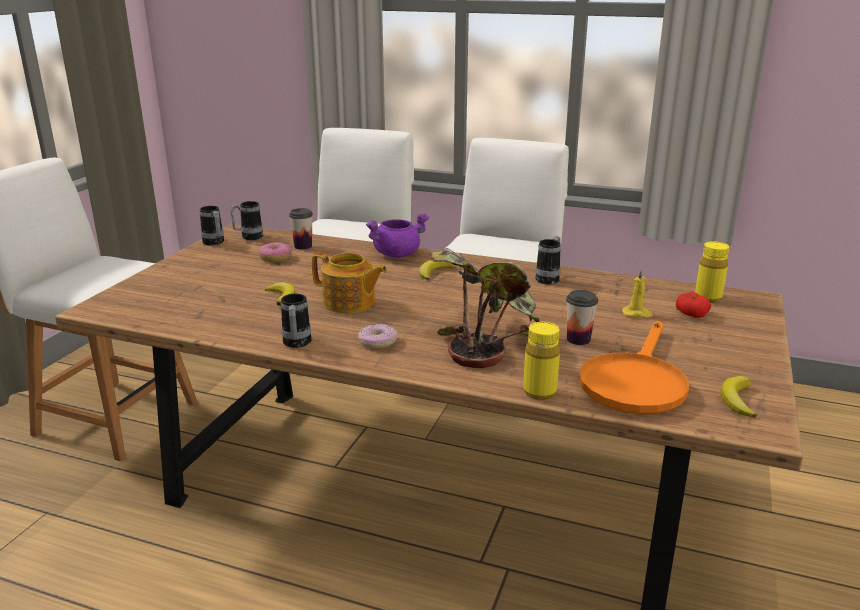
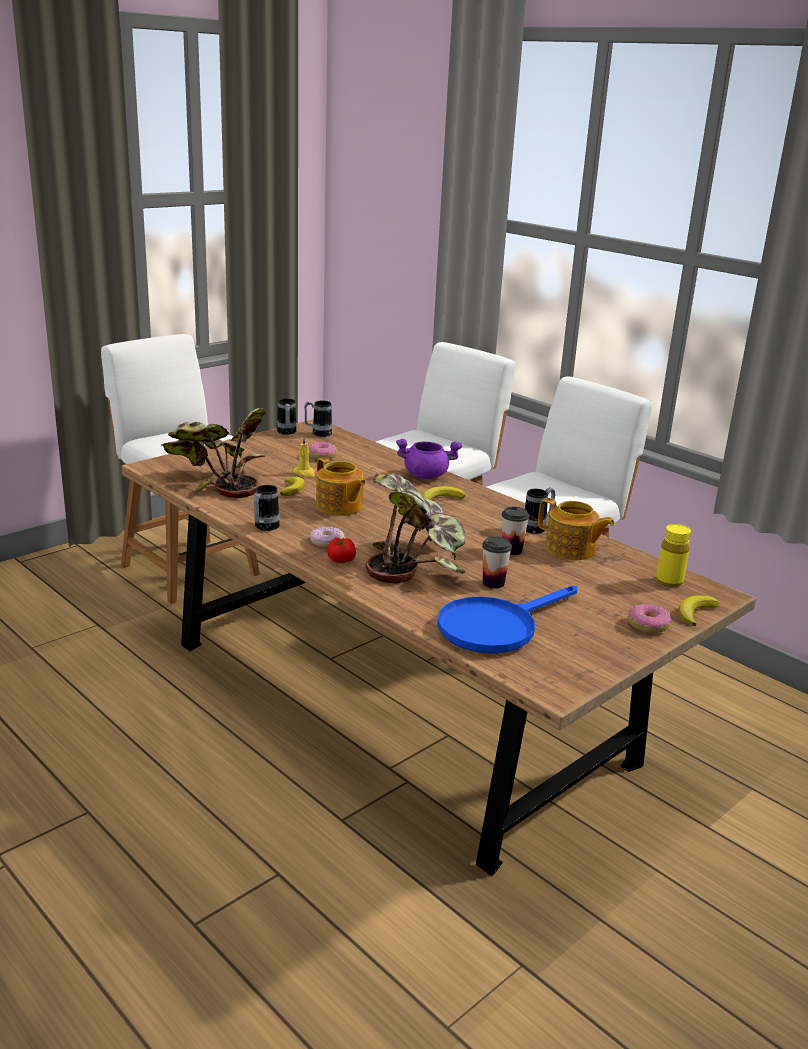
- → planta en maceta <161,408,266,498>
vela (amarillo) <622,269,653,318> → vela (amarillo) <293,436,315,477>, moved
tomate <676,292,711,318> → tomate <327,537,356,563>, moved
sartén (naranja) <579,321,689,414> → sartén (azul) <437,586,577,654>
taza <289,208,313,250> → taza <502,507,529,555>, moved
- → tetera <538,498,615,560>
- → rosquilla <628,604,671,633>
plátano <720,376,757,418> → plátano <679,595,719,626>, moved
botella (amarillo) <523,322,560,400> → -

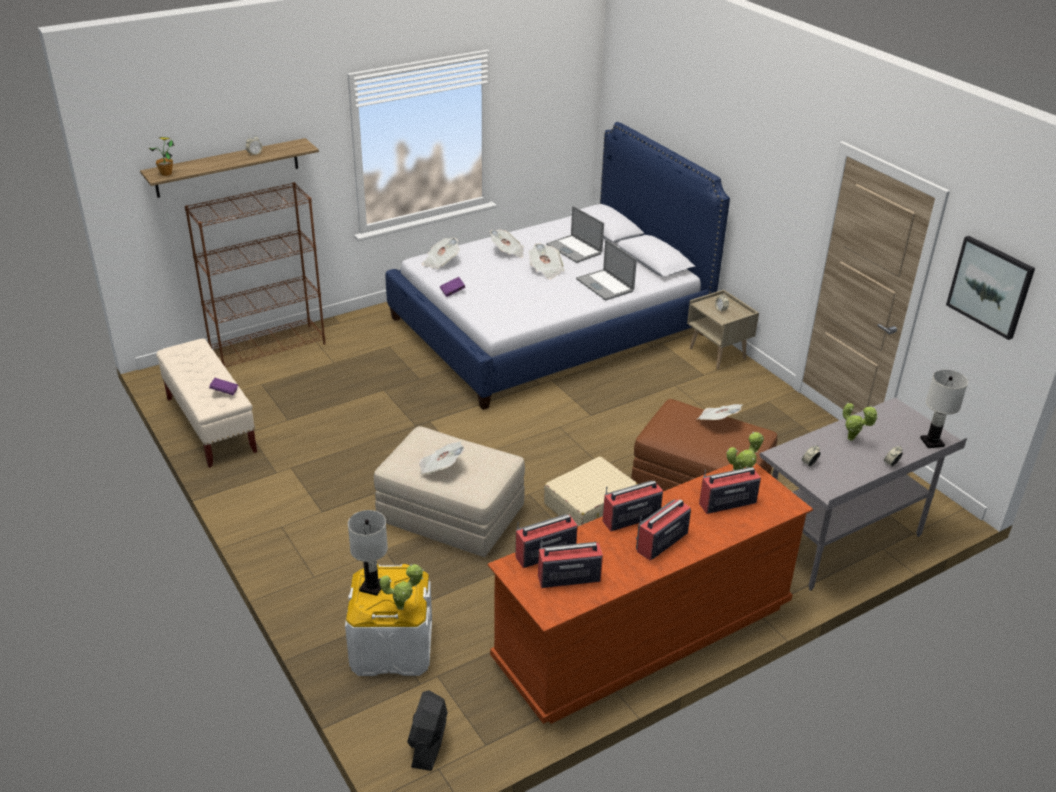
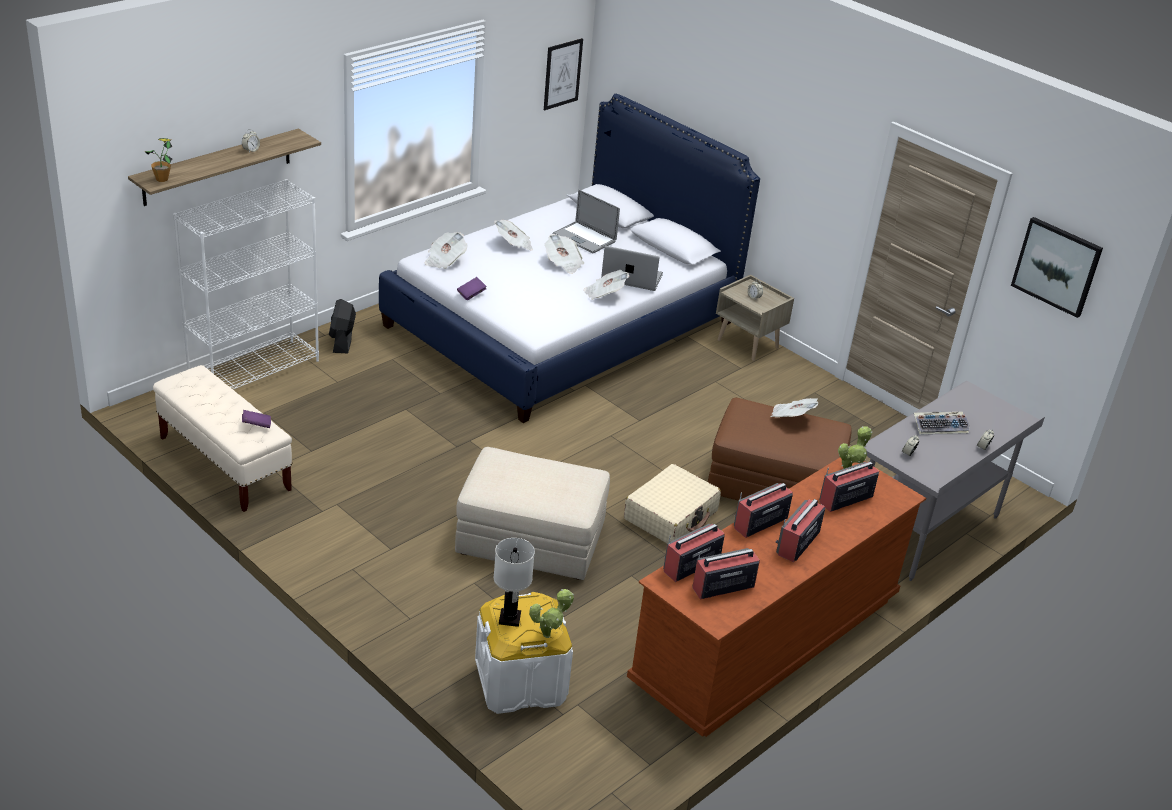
estantería (marrón) <185,182,326,367> → estantería (blanco) <173,179,319,389>
ventilador (negro) <407,690,448,771> → ventilador (negro) <329,299,356,353>, moved
- → cuadro <544,38,583,110>
periódico <419,441,464,475> → periódico <583,270,629,300>, moved
portátil <576,239,637,300> → portátil <601,246,663,291>, 150 degrees clockwise
planta en maceta <843,402,878,441> → teclado <914,411,970,434>
lámpara de mesa (blanco) <920,369,968,448> → -

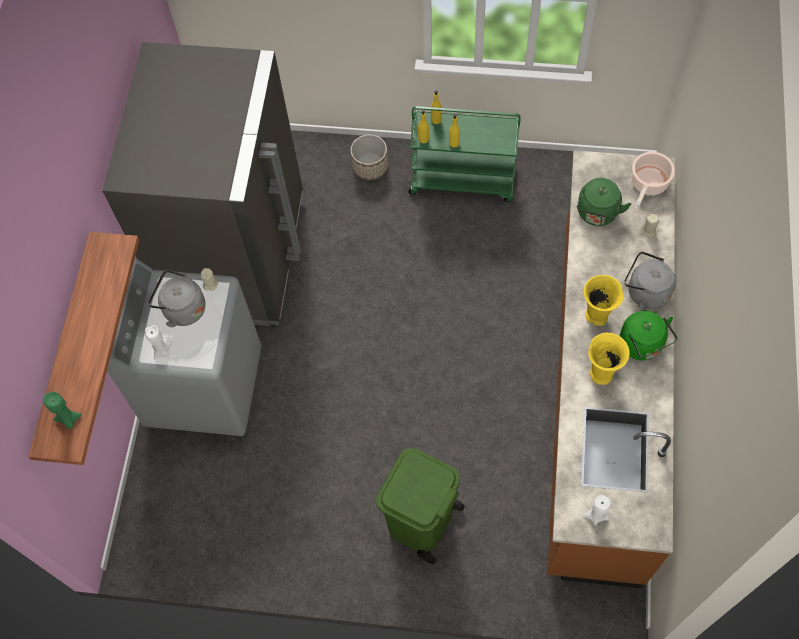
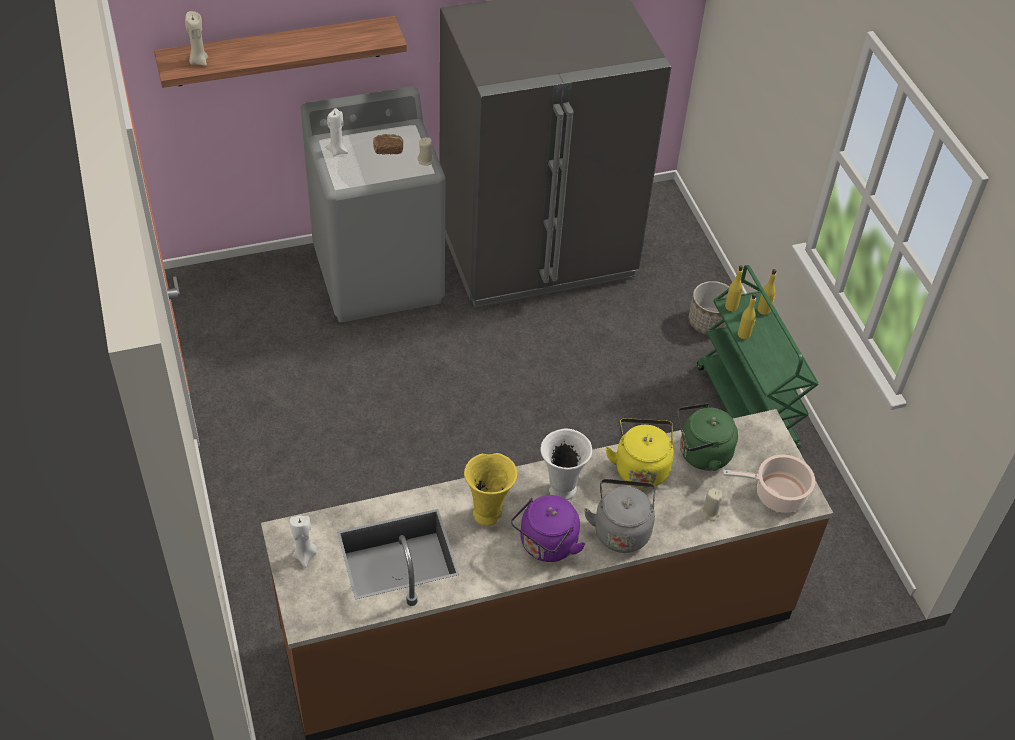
vela (verde) <43,392,82,428> → vela (beis) <185,11,208,66>
hervidor (gris) <148,270,206,327> → pan <373,134,403,154>
hervidor (verde) <620,311,677,360> → hervidor (morado) <511,495,586,562>
florero (amarillo) <584,275,624,326> → florero (blanco) <541,429,592,500>
- → hervidor (amarillo) <605,418,674,489>
papelera (verde) <376,448,465,564> → -

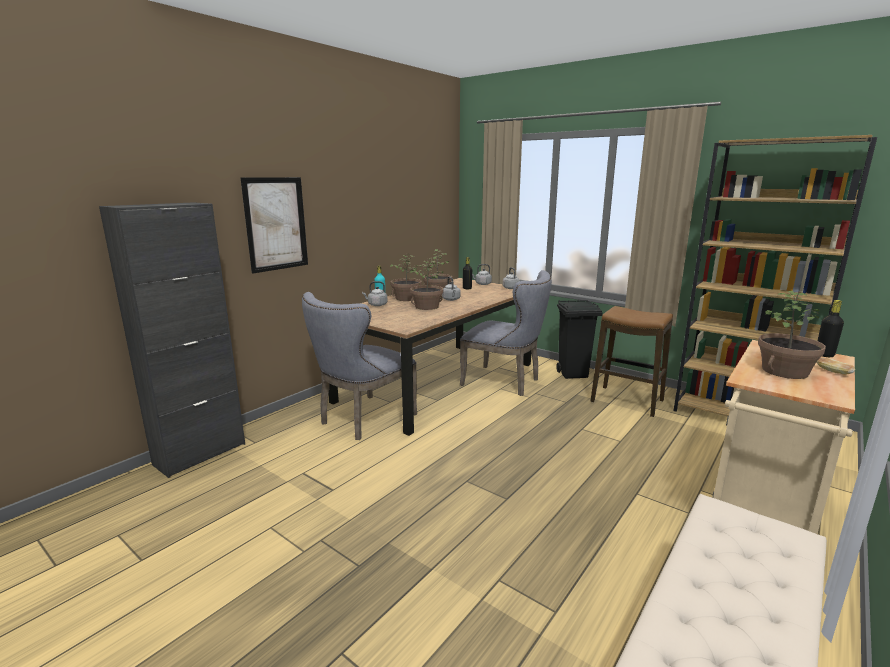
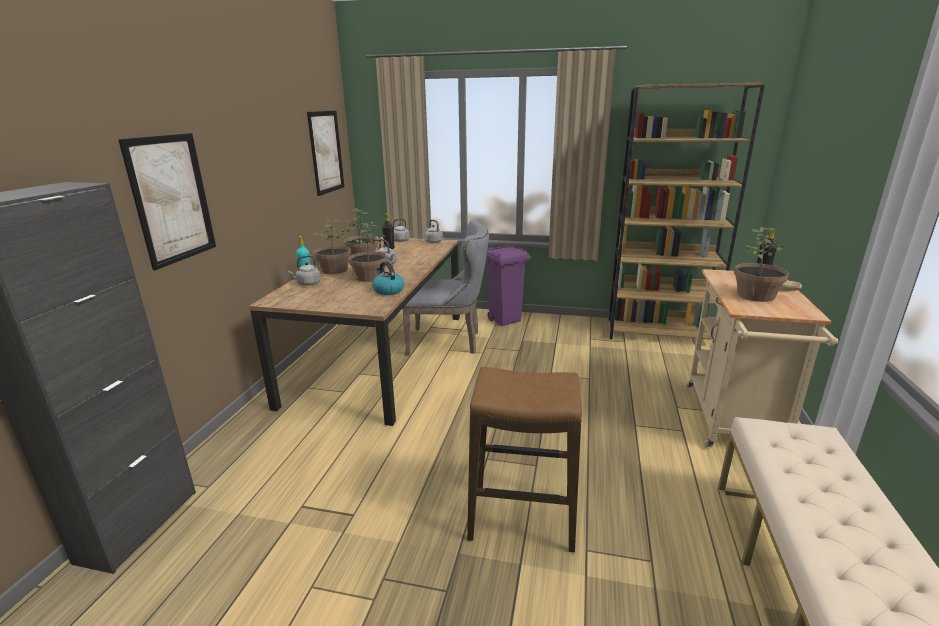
- → cuadro <307,111,344,196>
- → hervidor <372,261,404,295>
taburete <591,306,673,417> → taburete <467,367,582,552>, moved
papelera (negro) <556,300,603,379> → papelera (morado) <486,245,531,326>
silla (gris) <302,292,417,440> → -

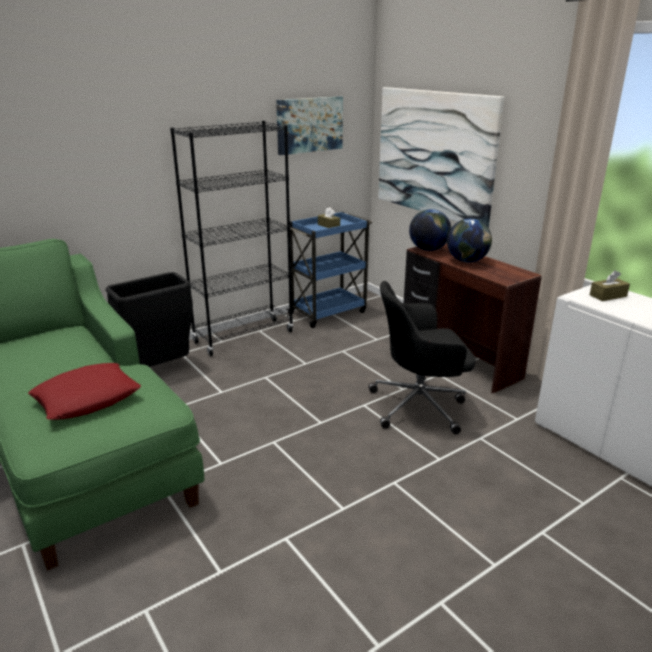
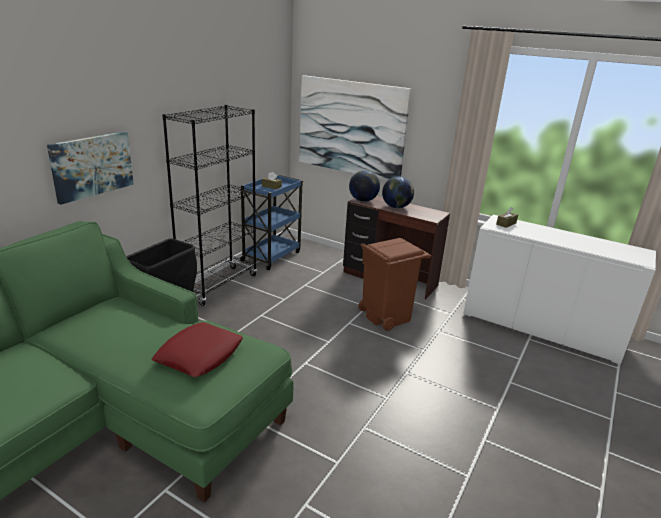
cuadro <276,96,343,155> → cuadro <47,131,134,205>, moved
silla de oficina (negro) <368,281,476,434> → papelera (marrón) <358,238,431,331>

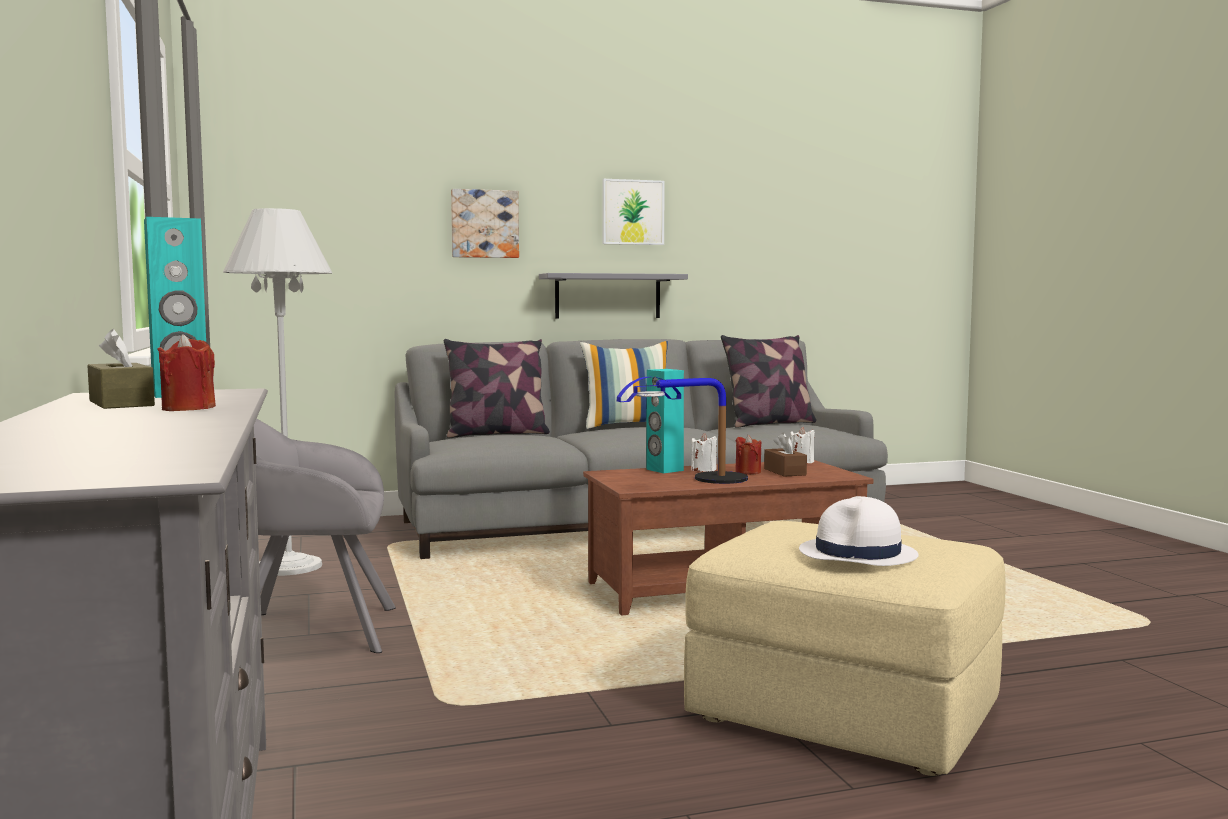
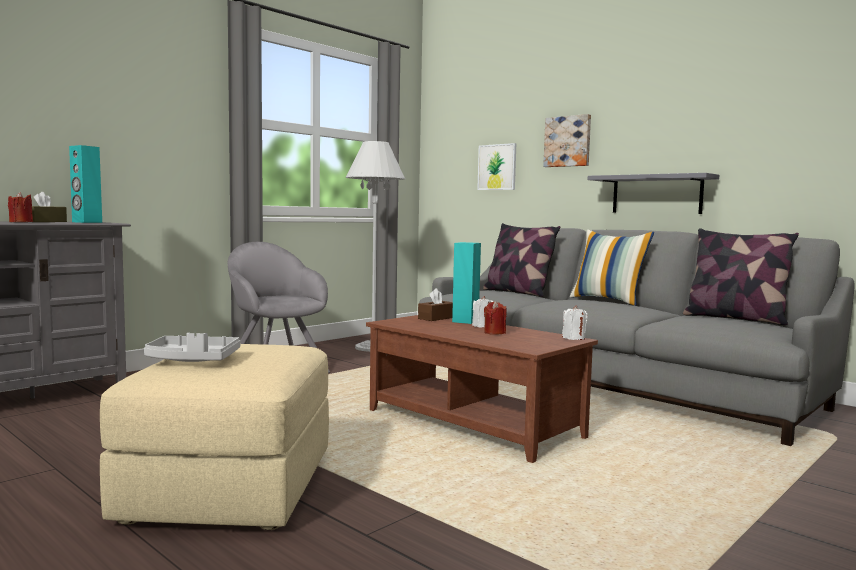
sombrero (blanco) <799,496,919,566> → bandeja (gris) <144,333,241,362>
caja de pañuelos (marrón) <764,433,807,477> → caja de pañuelos (marrón) <418,288,453,321>, moved
cuadro <602,179,665,245> → cuadro <477,143,516,190>, moved
lámpara de mesa <617,377,748,484> → -

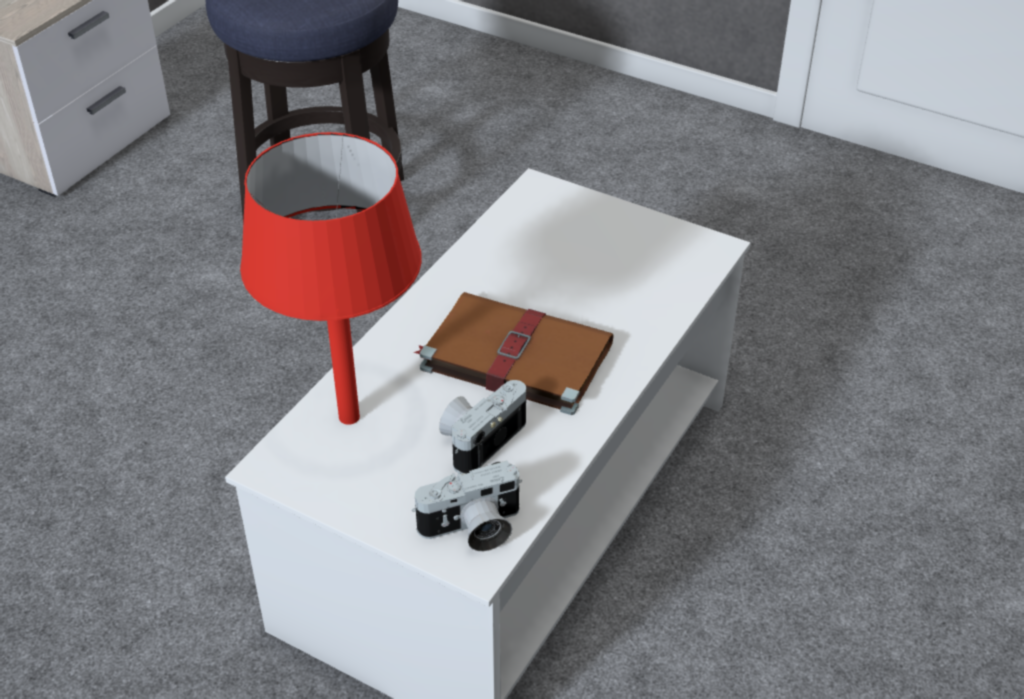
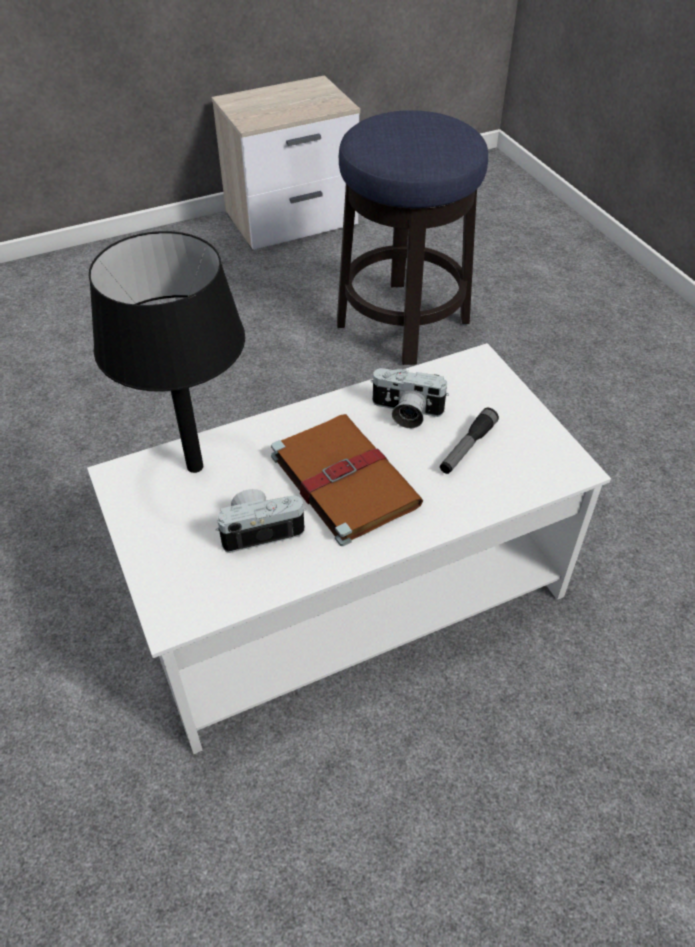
lámpara de mesa (rojo) <240,132,422,425> → lámpara de mesa (negro) <89,231,245,473>
cámara <412,461,522,551> → cámara <371,368,449,428>, moved
- → linterna <440,408,499,474>

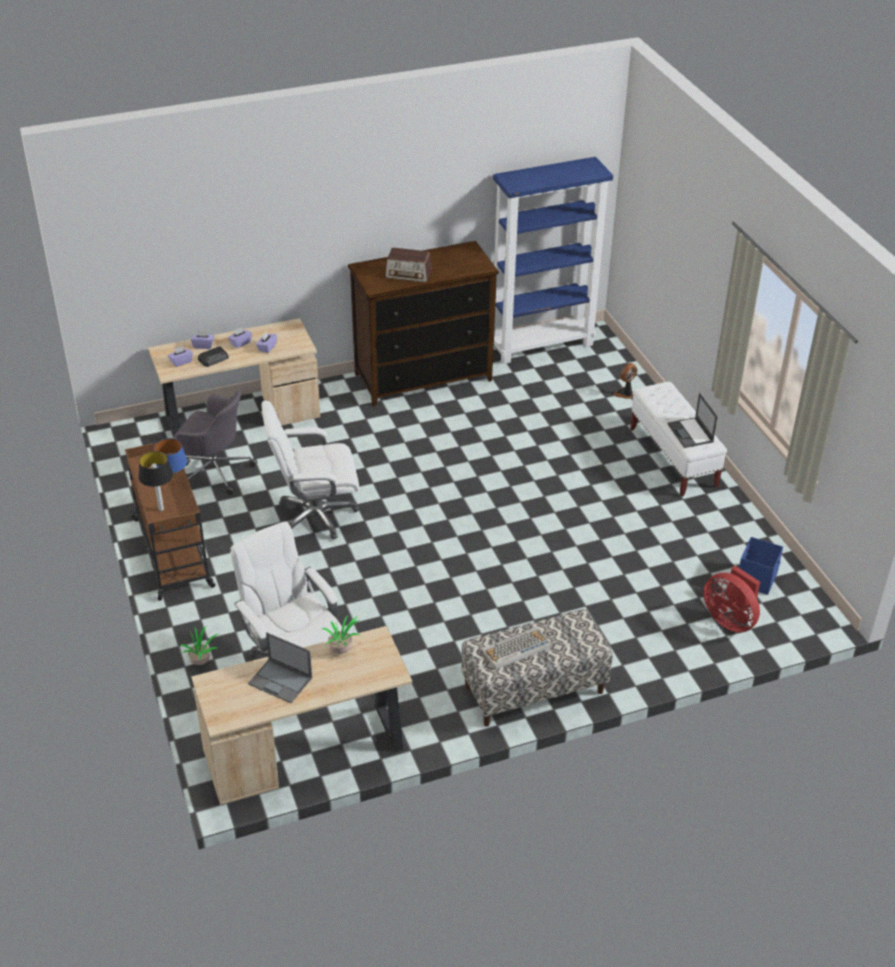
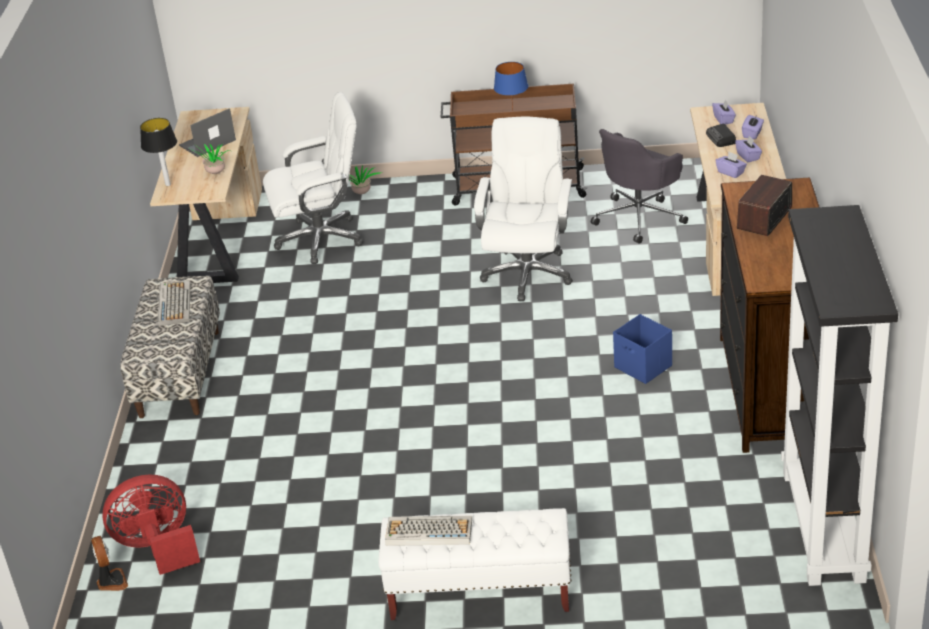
ventilador <613,363,637,399> → ventilador <91,536,128,591>, moved
lámpara de mesa <138,451,173,511> → lámpara de mesa <140,118,177,186>, moved
portátil <668,393,718,448> → teclado <385,516,472,546>
caja de almacenaje (azul) <739,537,783,595> → caja de almacenaje (azul) <613,314,672,384>, moved
estantería (azul) <493,157,613,364> → estantería (negro) <781,205,898,586>

